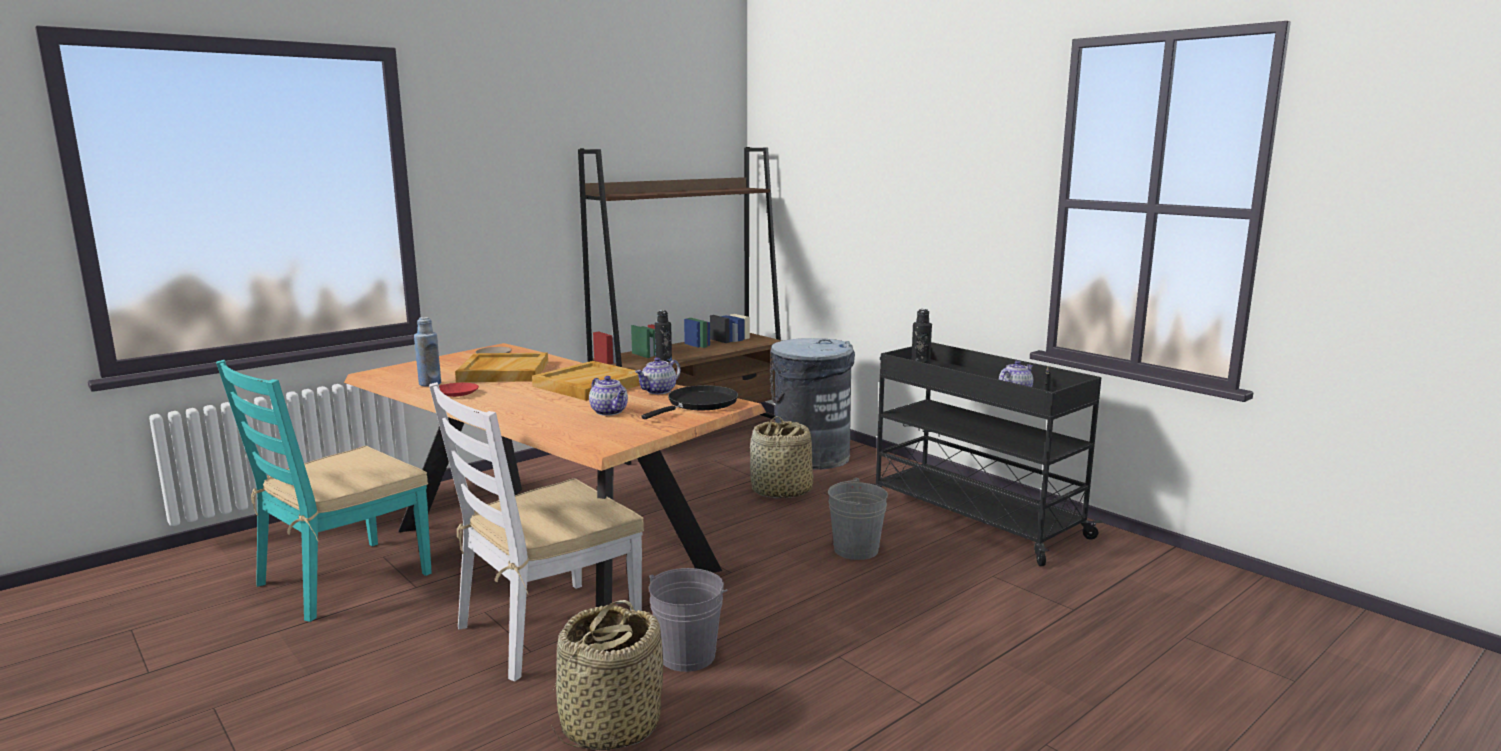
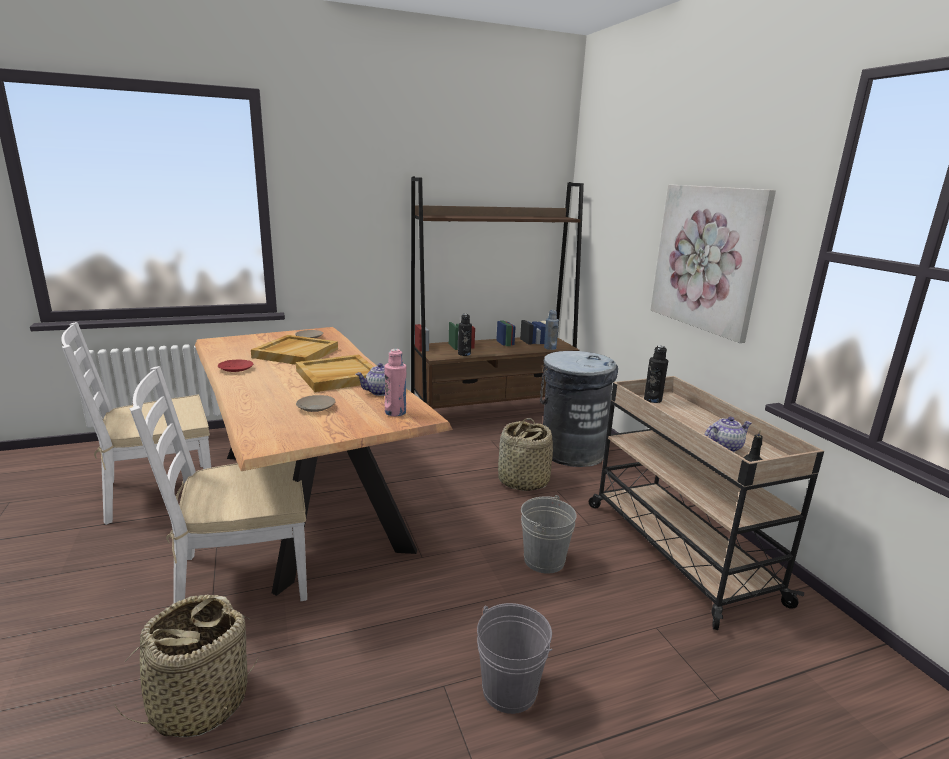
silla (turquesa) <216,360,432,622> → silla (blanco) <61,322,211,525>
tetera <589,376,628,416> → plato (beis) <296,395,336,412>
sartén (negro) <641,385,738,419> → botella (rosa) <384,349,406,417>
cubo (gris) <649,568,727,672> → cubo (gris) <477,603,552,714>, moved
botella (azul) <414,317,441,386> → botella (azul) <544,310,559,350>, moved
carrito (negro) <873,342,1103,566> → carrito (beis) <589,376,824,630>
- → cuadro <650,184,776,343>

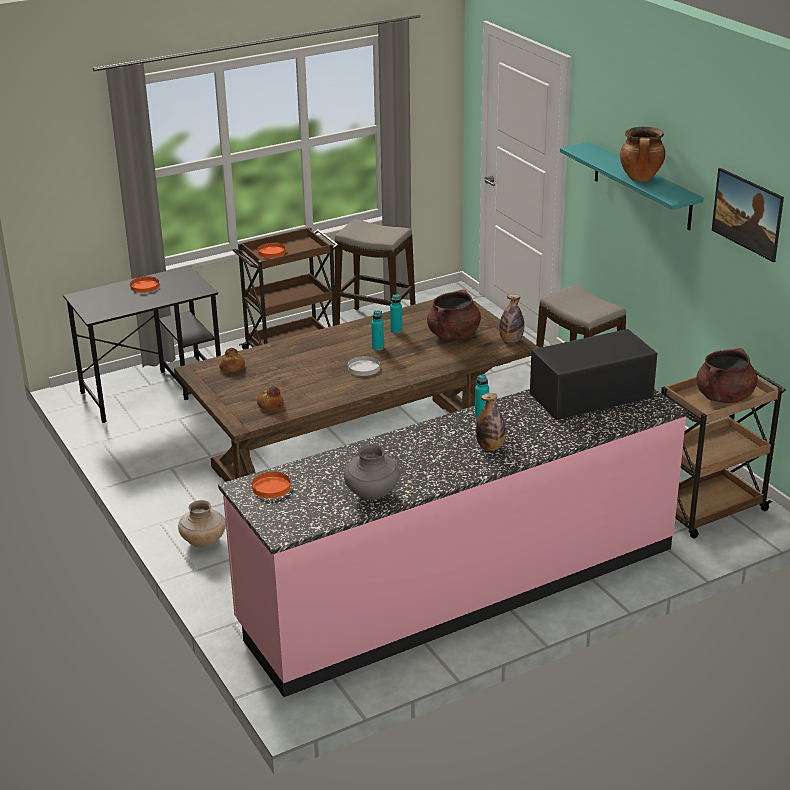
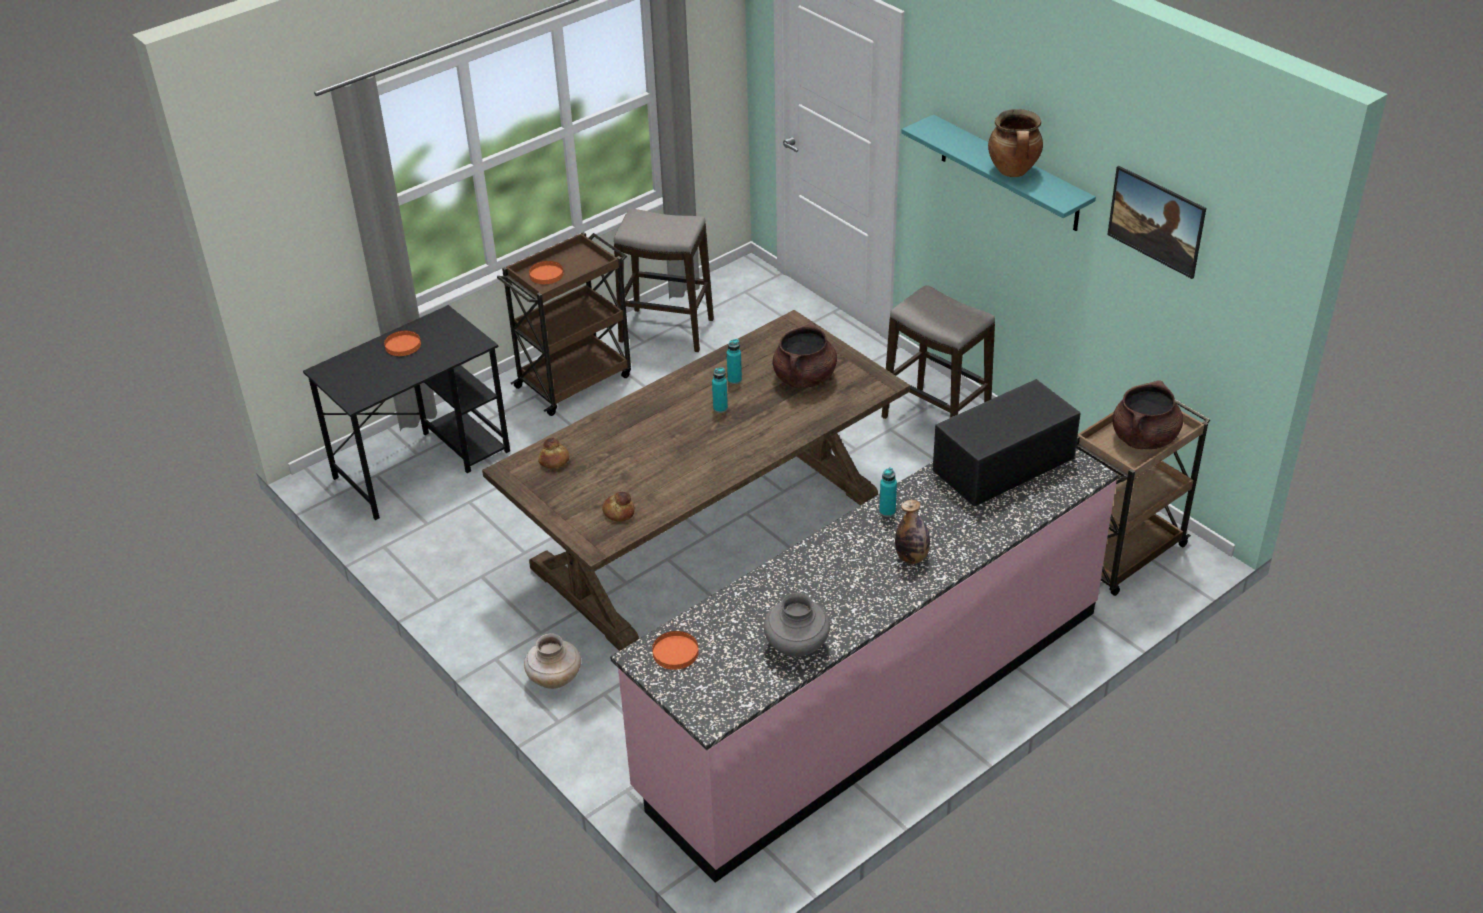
plato (blanco) <348,356,380,376> → -
botella <499,294,524,343> → -

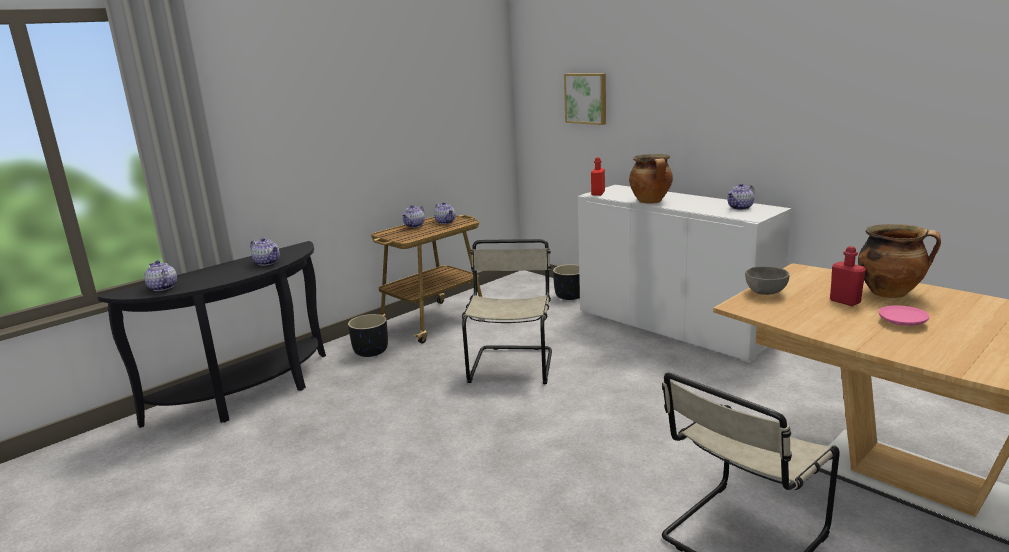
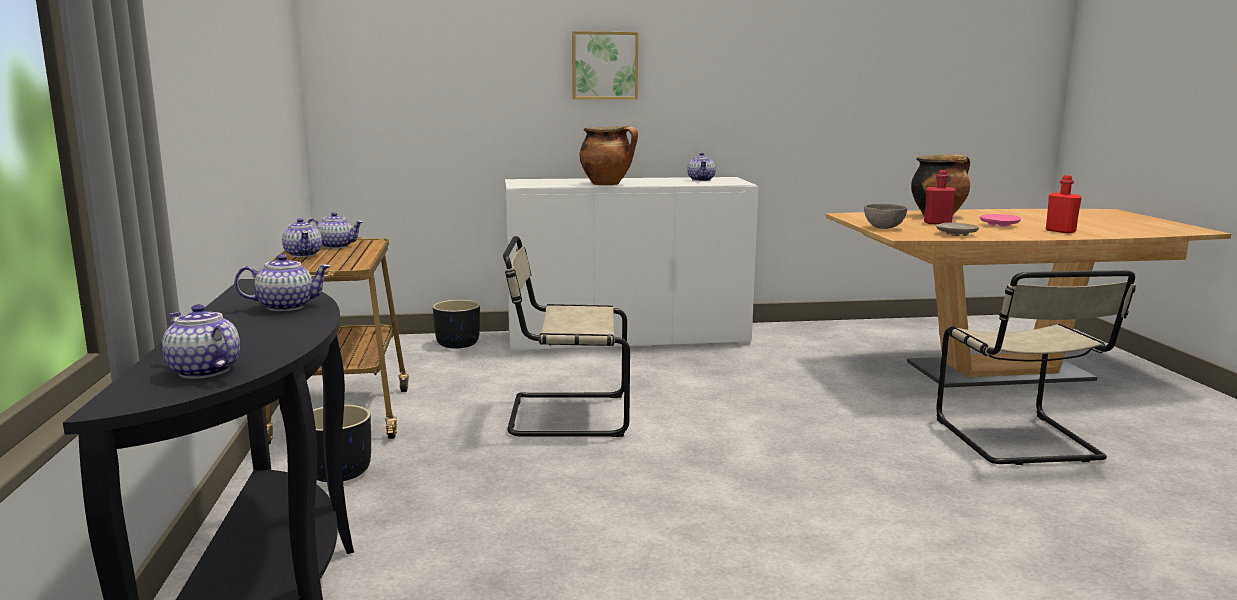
tetera <144,260,177,291> → tetera <162,304,240,379>, 45 degrees clockwise
silla (beis) <462,239,552,384> → silla (beis) <503,236,630,437>, 45 degrees counterclockwise
cuadro <564,74,606,125> → cuadro <572,31,638,99>, moved
- → plato (beis) <936,223,979,236>
botella (rojo) <591,157,605,196> → botella (rojo) <1046,175,1082,234>, moved

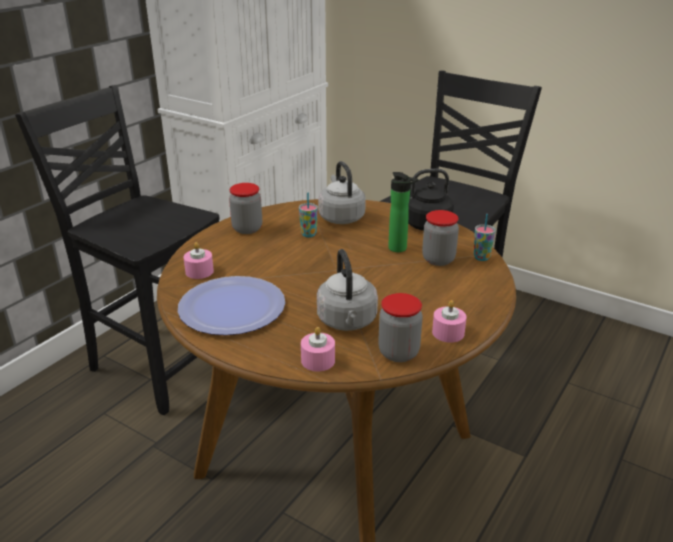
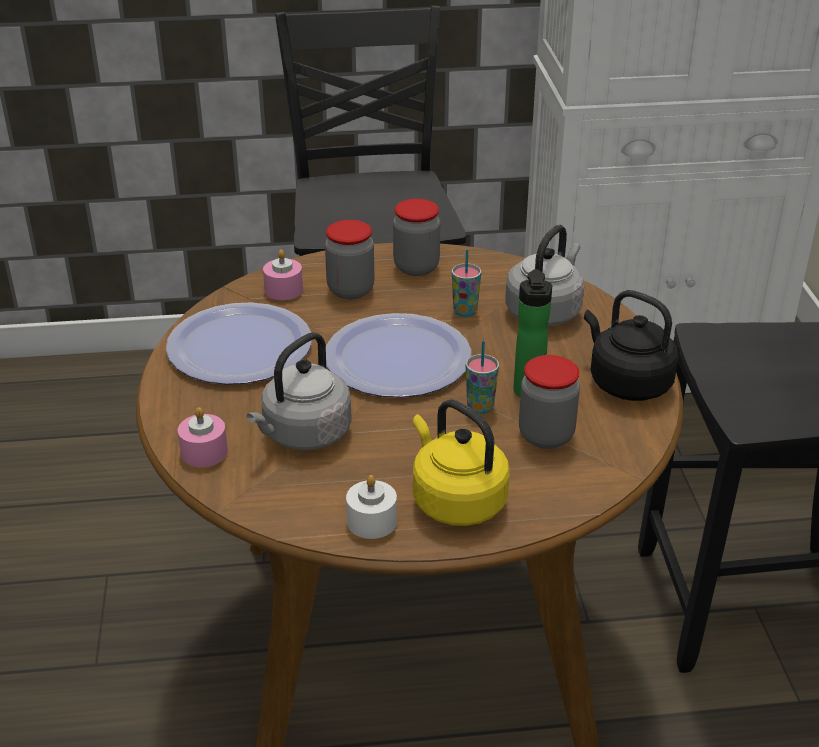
tarro <378,293,423,362> → tarro <325,220,374,299>, moved
- → plato <326,313,471,397>
vela (rosa) <432,300,467,343> → vela (blanco) <346,475,397,539>
- → hervidor (amarillo) <413,399,509,526>
taza <474,214,496,261> → taza <466,340,499,414>, moved

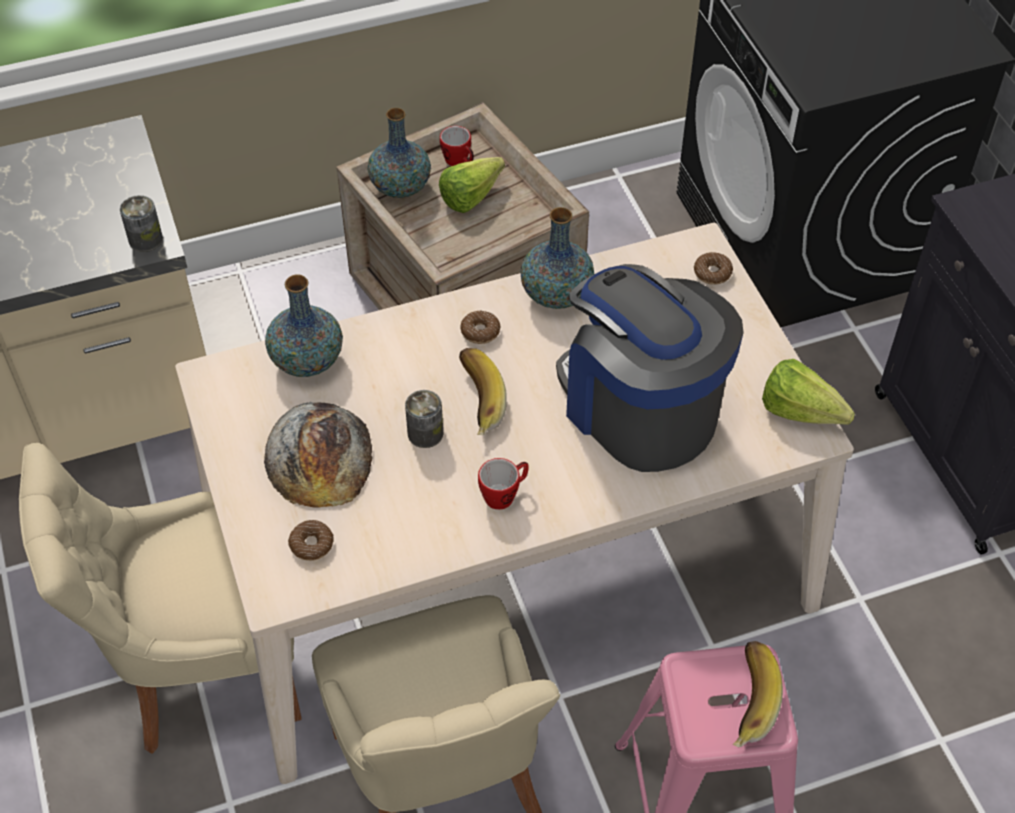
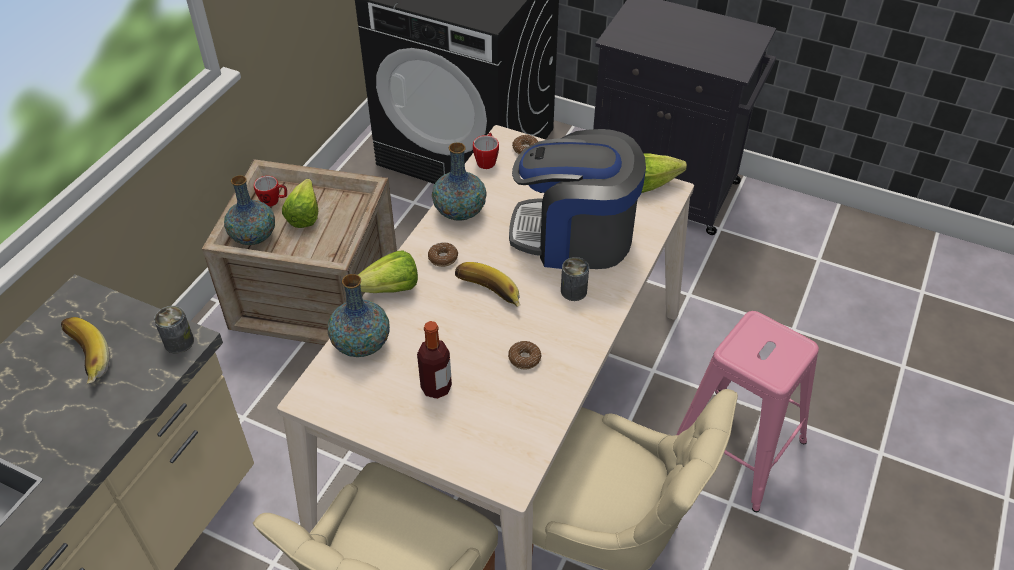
plátano <733,641,783,747> → plátano <61,317,111,384>, moved
- → lechuga <358,250,418,293>
pan <264,402,373,508> → botella <417,321,452,399>
taza grande <478,458,529,510> → taza grande <473,133,499,169>, moved
rosquilla <288,520,334,561> → rosquilla <508,341,542,370>, moved
lata <405,390,443,448> → lata <561,257,589,301>, moved

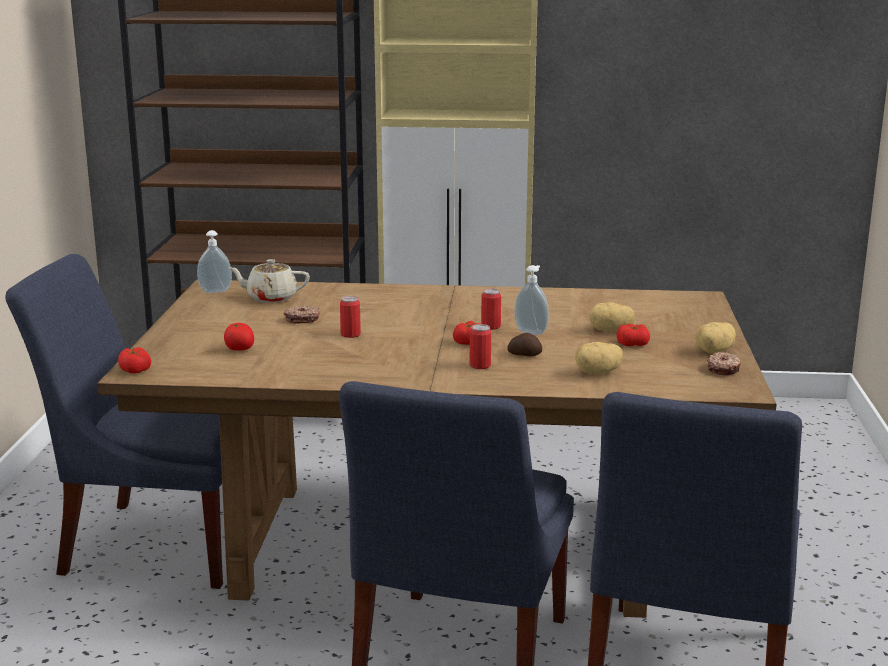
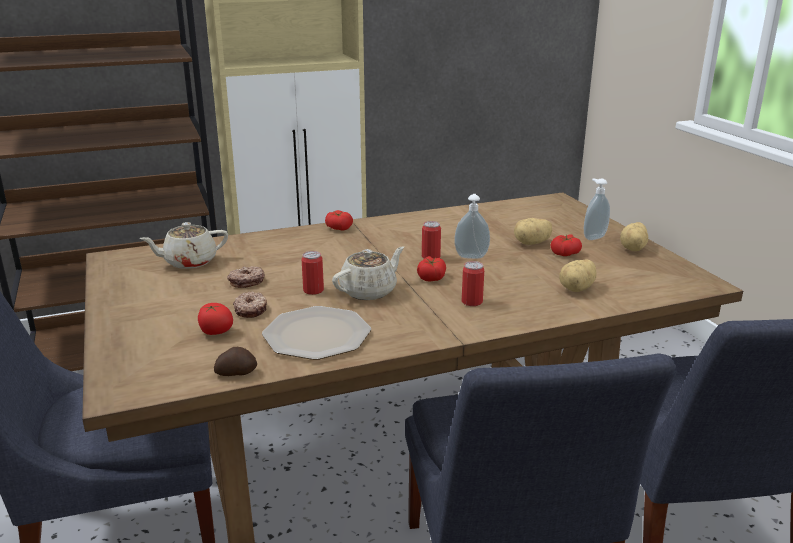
patata <507,333,542,357> → patata <214,347,257,376>, moved
rosquilla <707,352,741,375> → rosquilla <233,292,267,318>, moved
- → plato <262,306,371,360>
tomate <118,347,151,374> → tomate <325,210,353,231>, moved
- → tetera (beis) <332,246,404,300>
dispensador de jabón <197,230,232,293> → dispensador de jabón <584,178,610,240>, moved

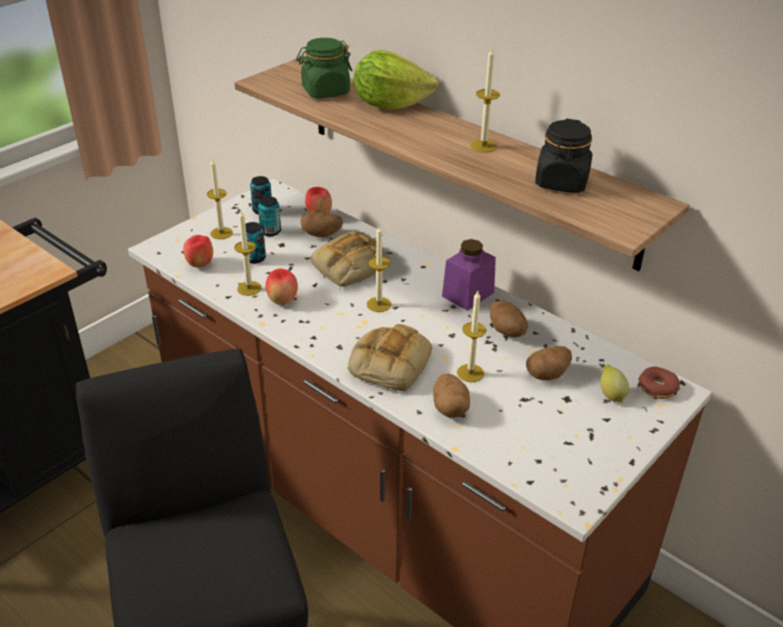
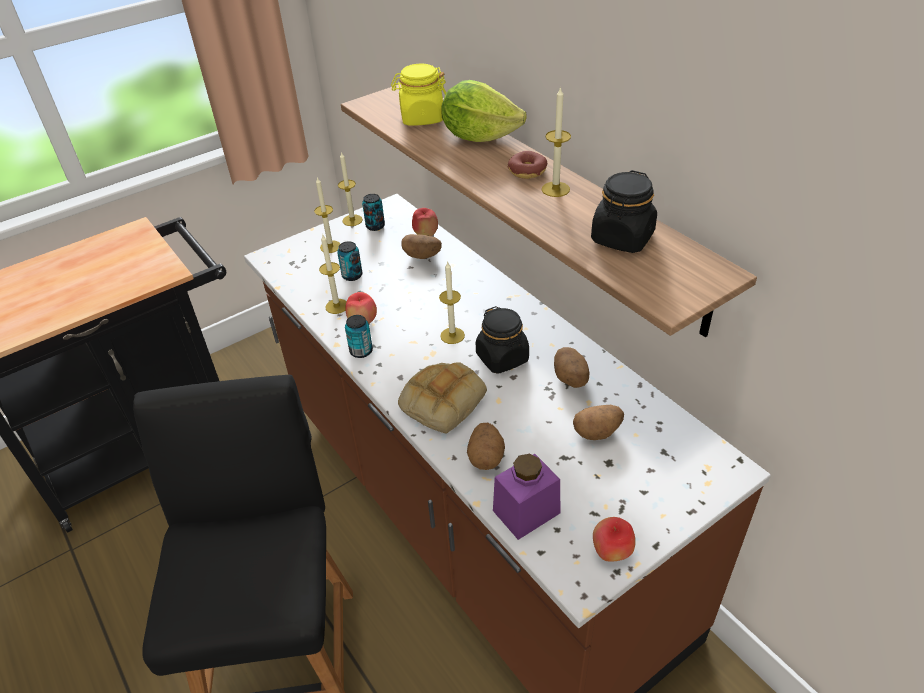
vela <457,291,487,382> → vela <338,152,363,226>, moved
lata <258,196,281,236> → lata <345,315,373,358>, moved
tarro (verde) <296,38,352,98> → tarro (amarillo) <391,64,446,126>
- → tarro (negro) <476,306,529,374>
tarro (morado) <442,239,496,311> → tarro (morado) <493,454,560,540>, moved
rosquilla <638,367,680,399> → rosquilla <508,151,547,179>, moved
manzana <183,235,213,267> → manzana <593,517,635,562>, moved
pan <311,231,389,287> → -
limón <600,364,629,402> → -

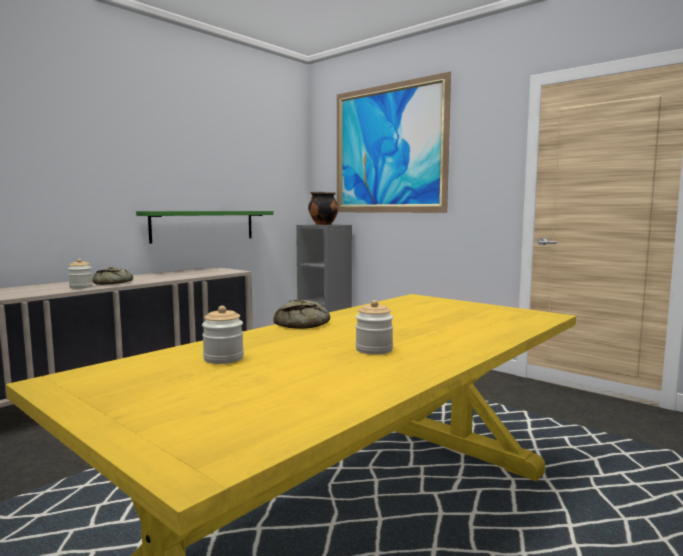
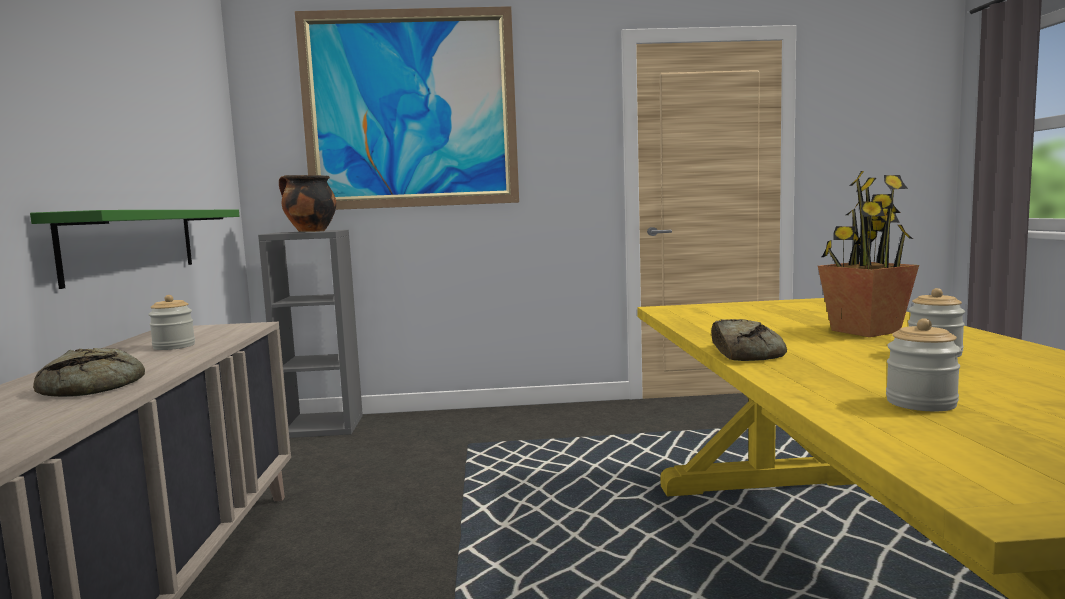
tarro <68,259,93,289> → tarro <148,295,195,350>, moved
- → planta en maceta <818,171,919,337>

